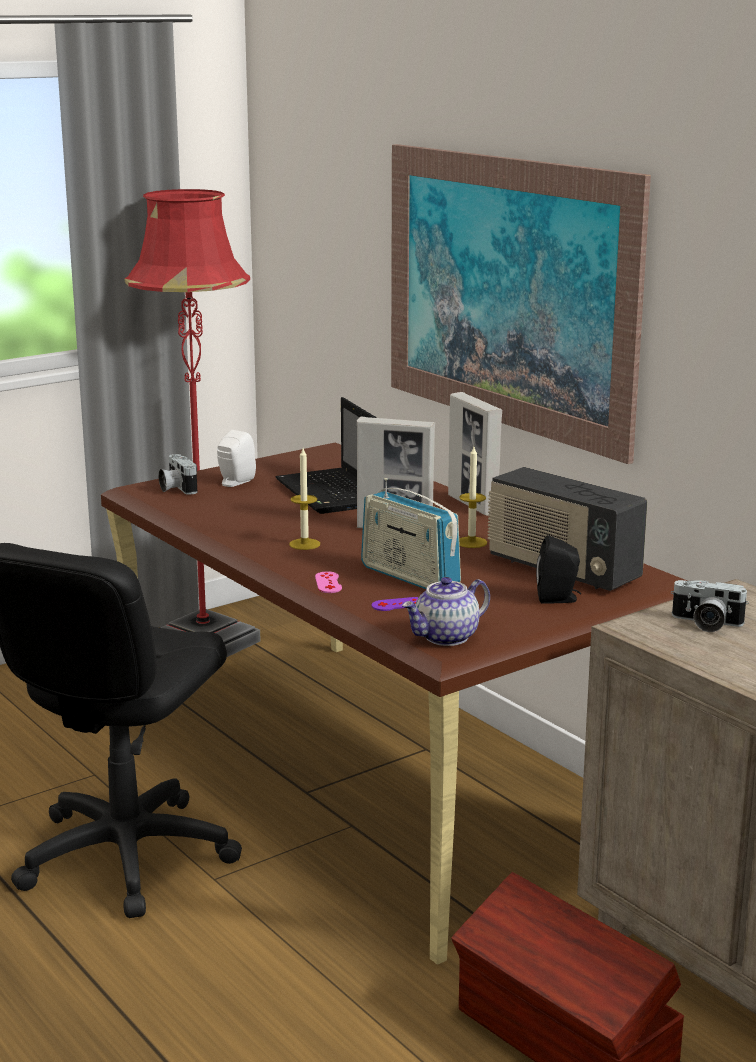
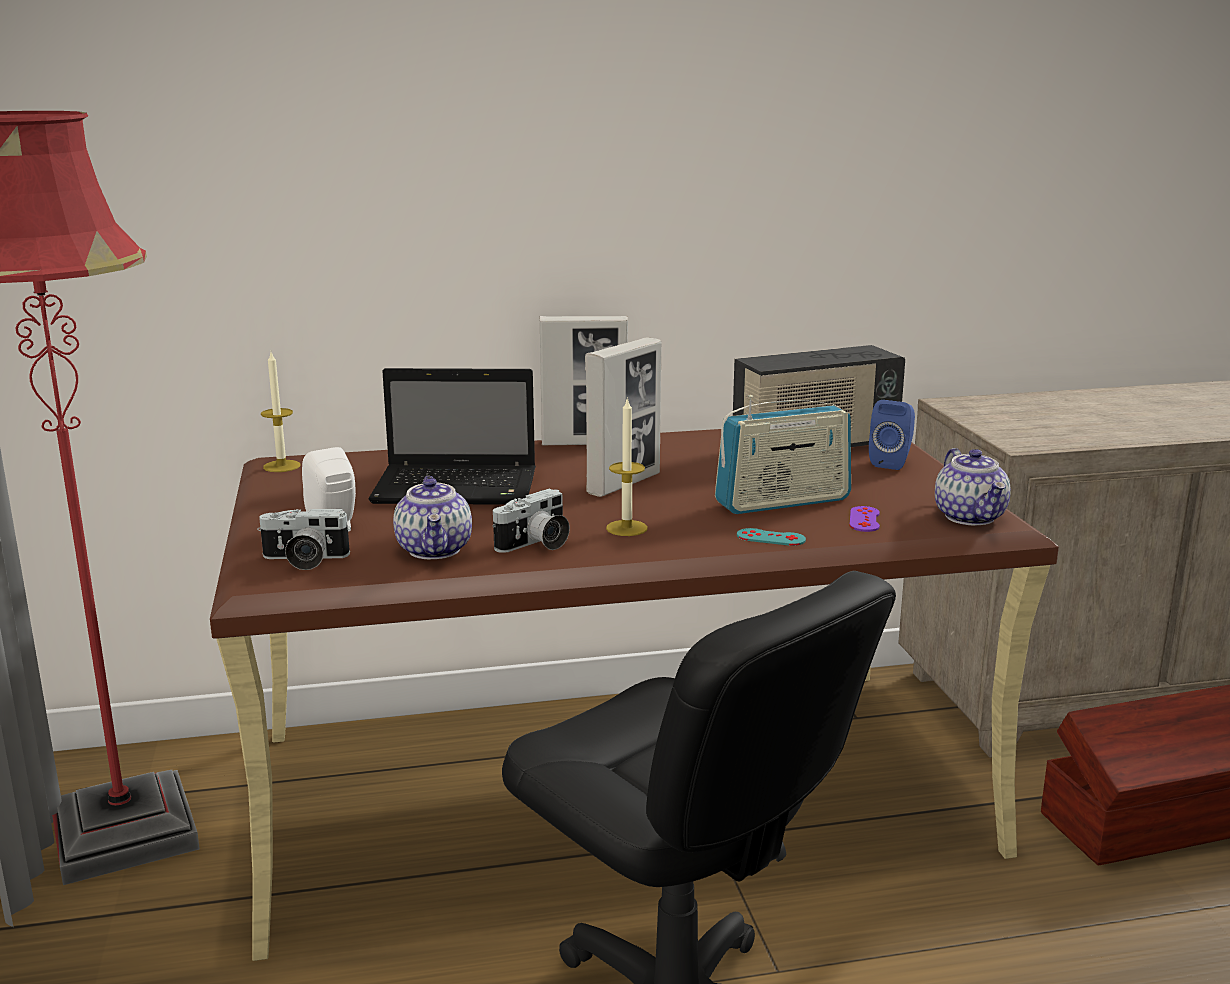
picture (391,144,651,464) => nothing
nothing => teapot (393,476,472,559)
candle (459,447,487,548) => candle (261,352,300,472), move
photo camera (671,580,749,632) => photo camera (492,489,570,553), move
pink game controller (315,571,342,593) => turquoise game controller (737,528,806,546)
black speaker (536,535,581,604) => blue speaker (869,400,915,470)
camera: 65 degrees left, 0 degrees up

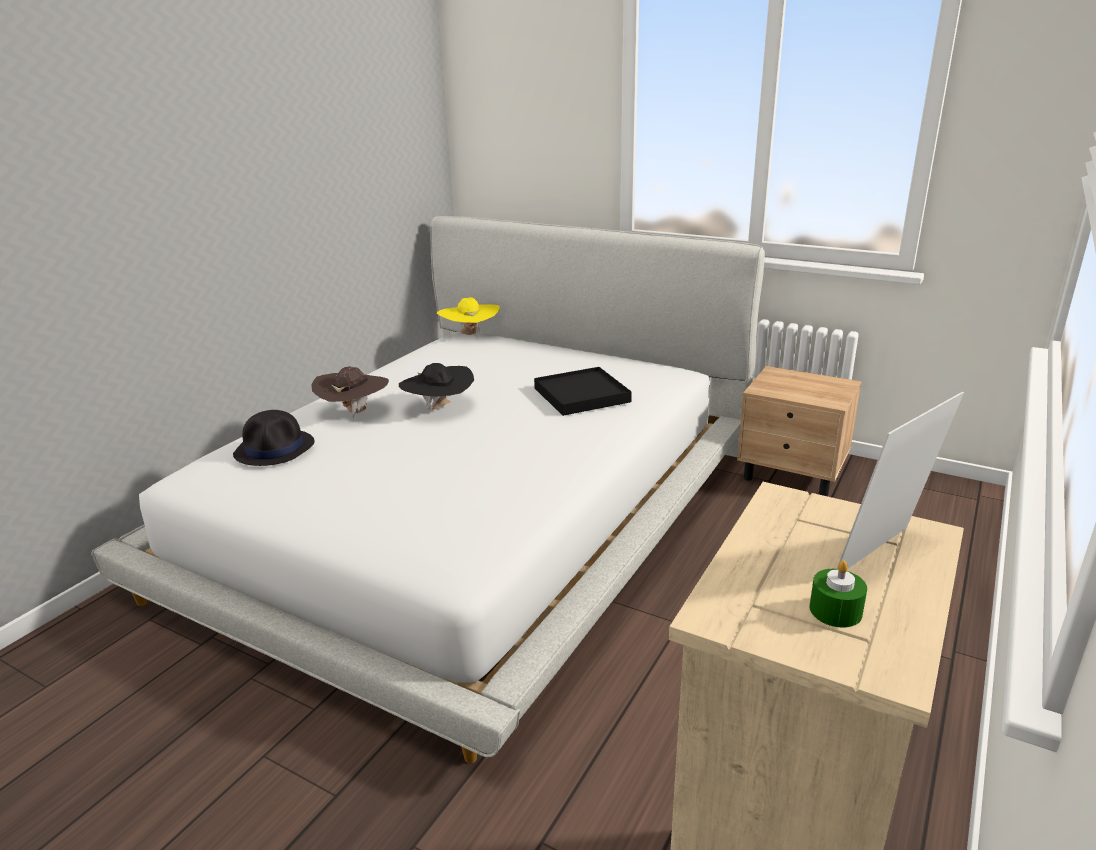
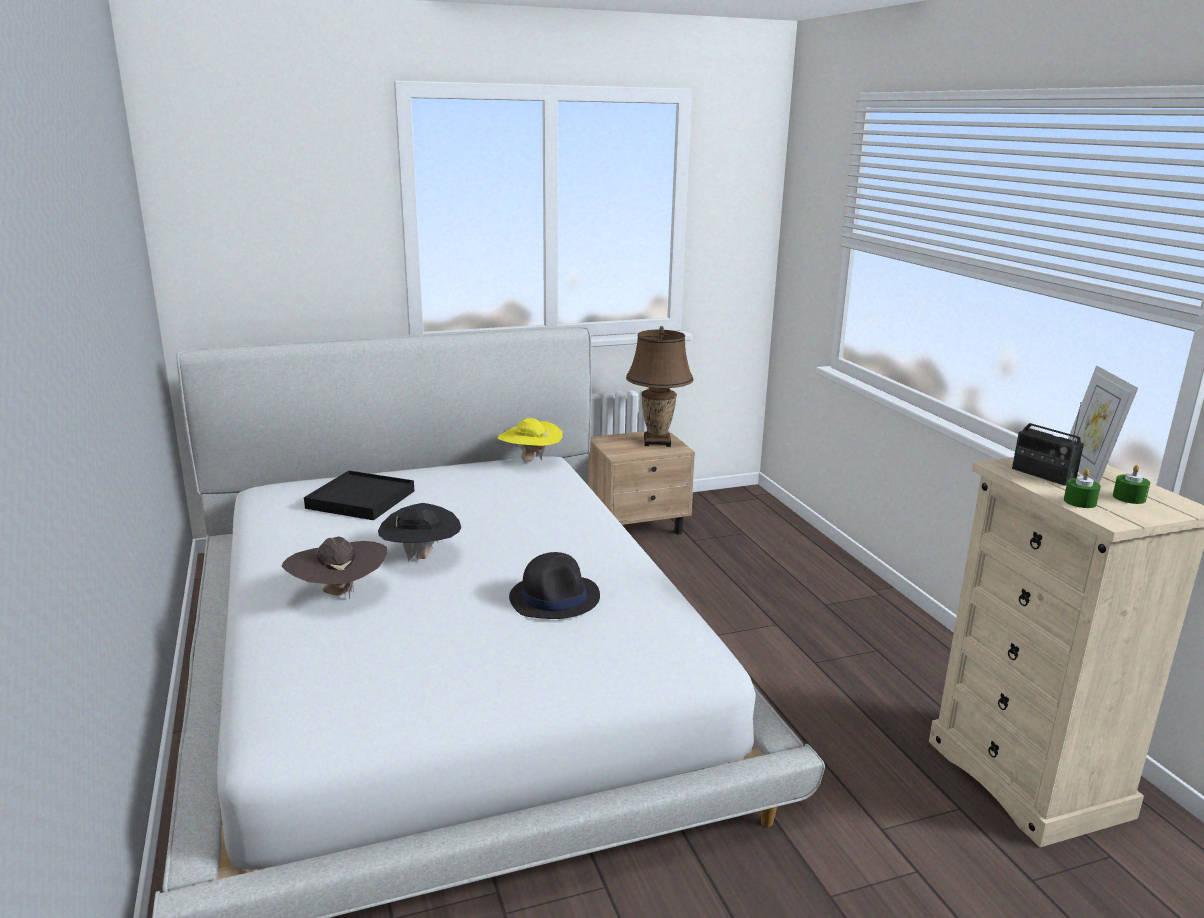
nothing => brown table lamp (626,326,694,447)
nothing => radio (1012,402,1084,486)
nothing => green candle (1064,469,1101,508)
black hat (233,410,315,466) => black hat (509,552,600,619), move
yellow hat (437,297,500,336) => yellow hat (498,418,563,461), move
black tray (534,367,632,416) => black tray (304,471,414,520), move
camera: 50 degrees left, 5 degrees down

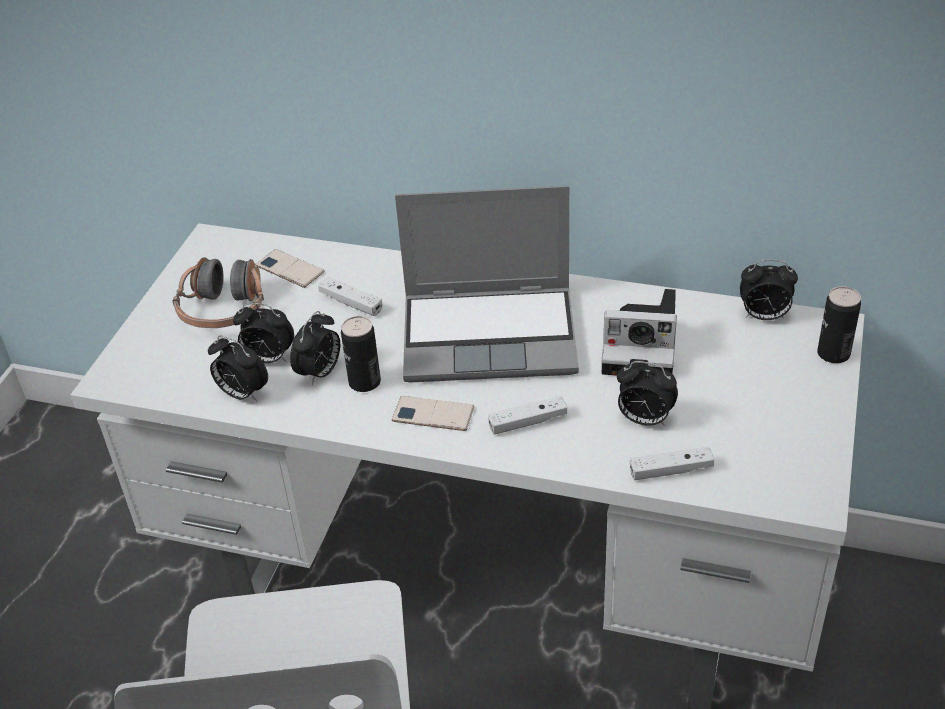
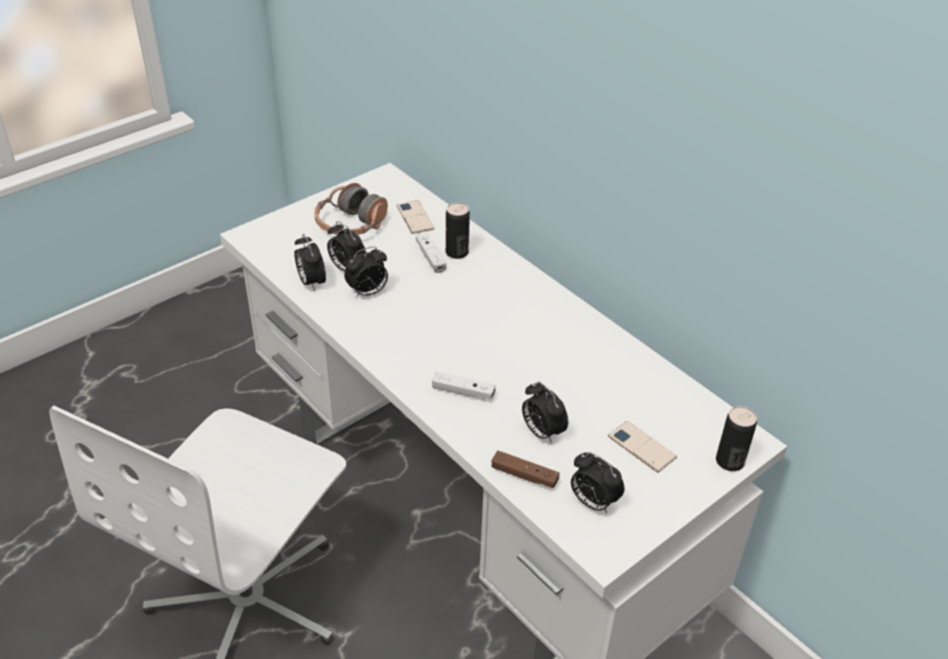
laptop (395,186,579,382) => nothing
photo camera (601,289,677,375) => nothing
can (341,316,381,392) => can (446,202,470,259), move
phone (392,396,474,431) => phone (608,421,677,473), move
alarm clock (740,260,798,320) => alarm clock (571,452,624,513), move
white game controller (630,447,714,480) => brown game controller (492,451,559,488)
camera: 30 degrees right, 0 degrees up

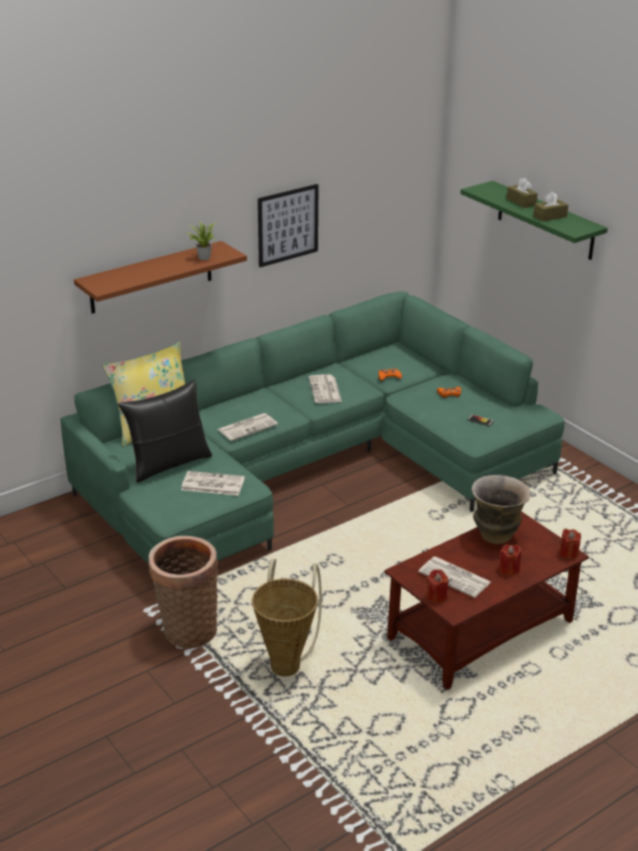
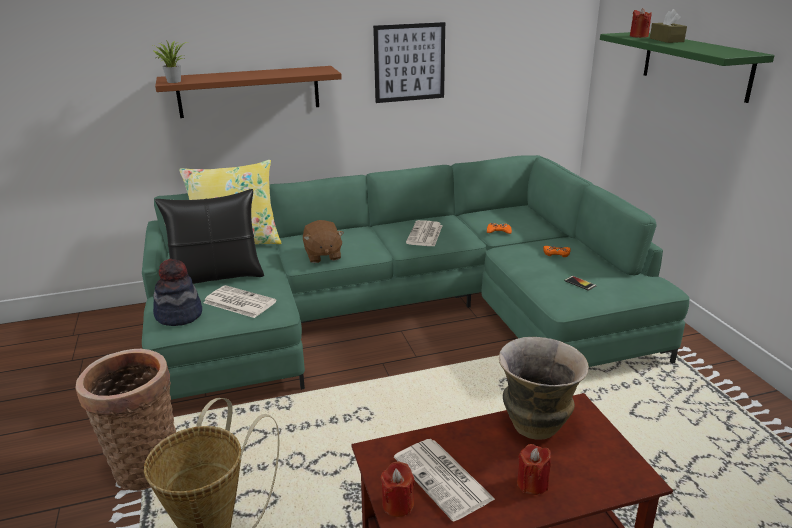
brown tissue box (533,192,568,222) => nothing
nothing => hat (153,259,202,326)
potted plant (186,220,216,260) => potted plant (152,40,187,83), move
red candle (559,529,581,559) => red candle (630,8,652,38), move
newspaper (217,413,278,441) => brown plush toy (303,220,344,263)
camera: 20 degrees right, 5 degrees down

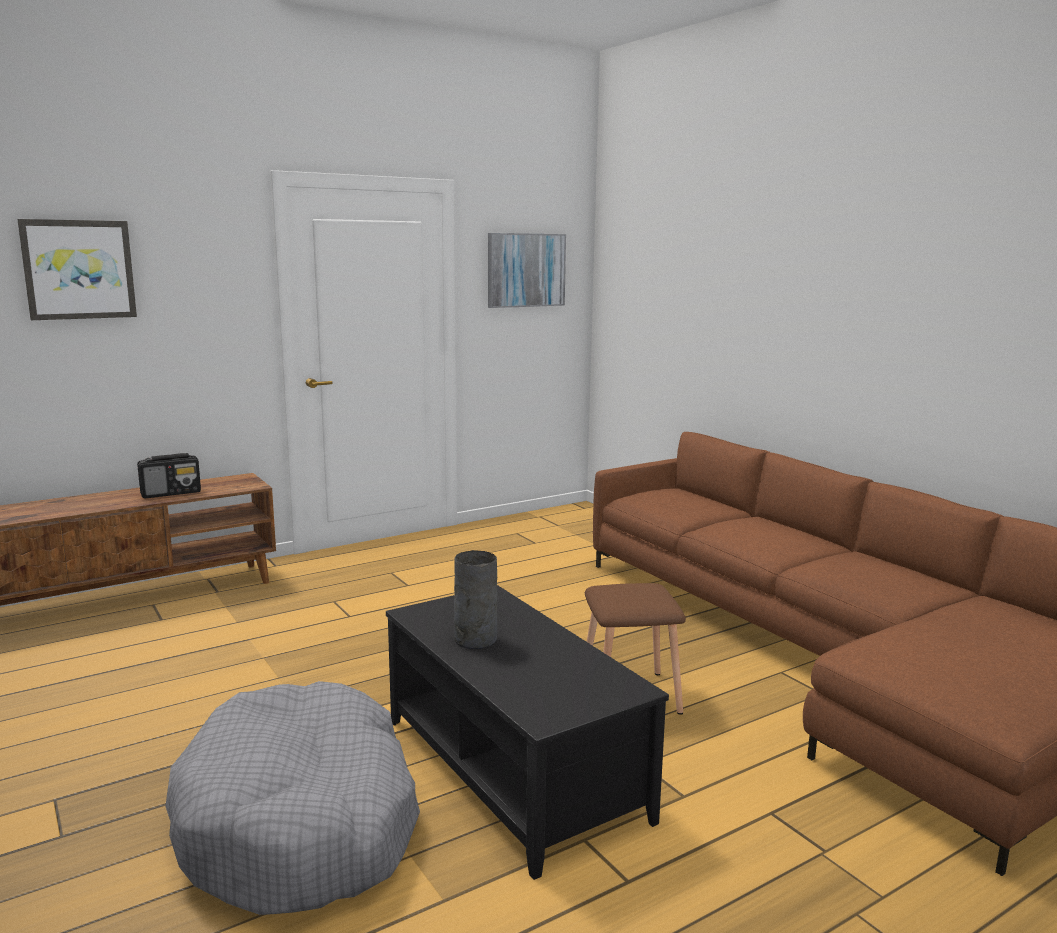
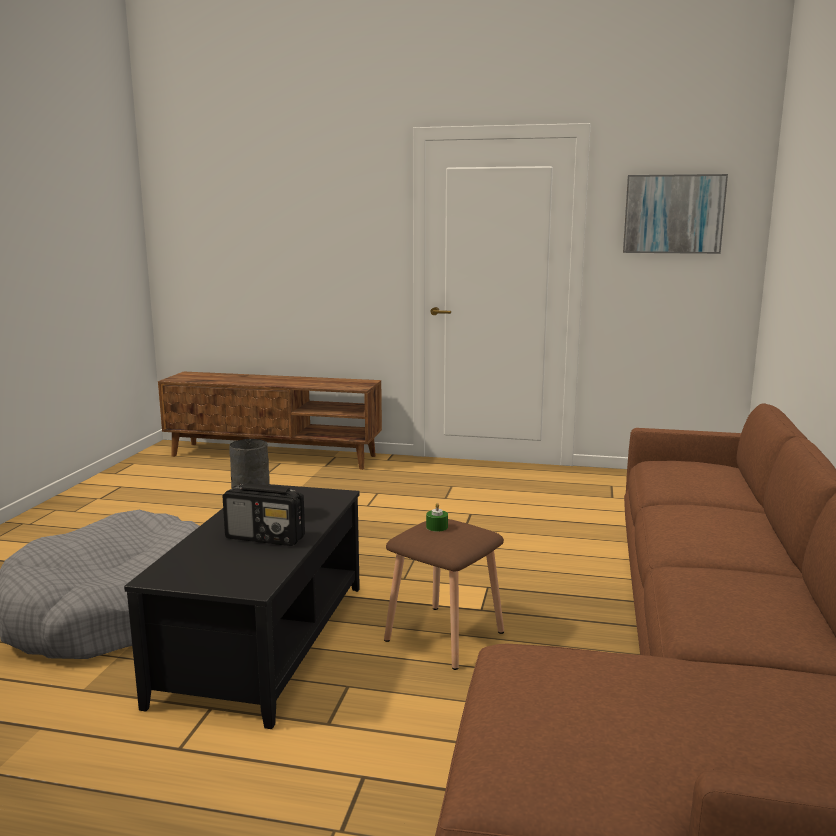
picture (17,219,137,320) => nothing
nothing => green candle (426,503,448,532)
radio (137,453,201,499) => radio (222,483,305,546), move
camera: 45 degrees right, 0 degrees up

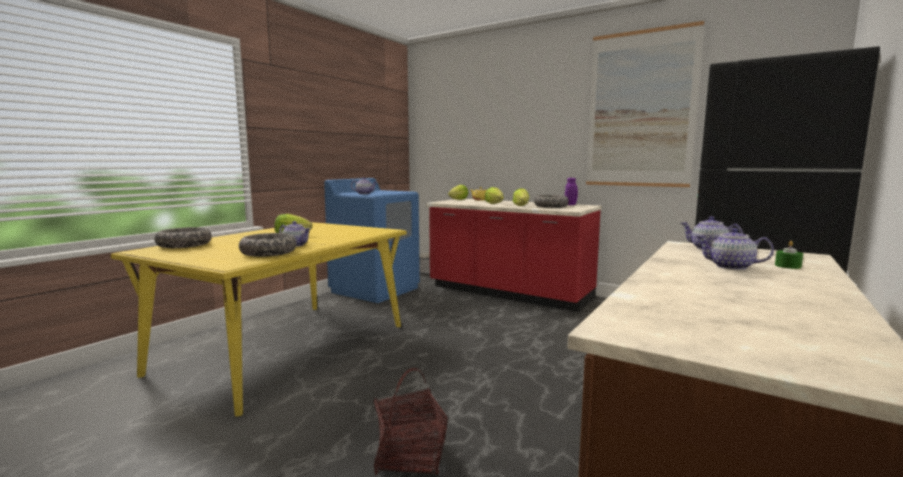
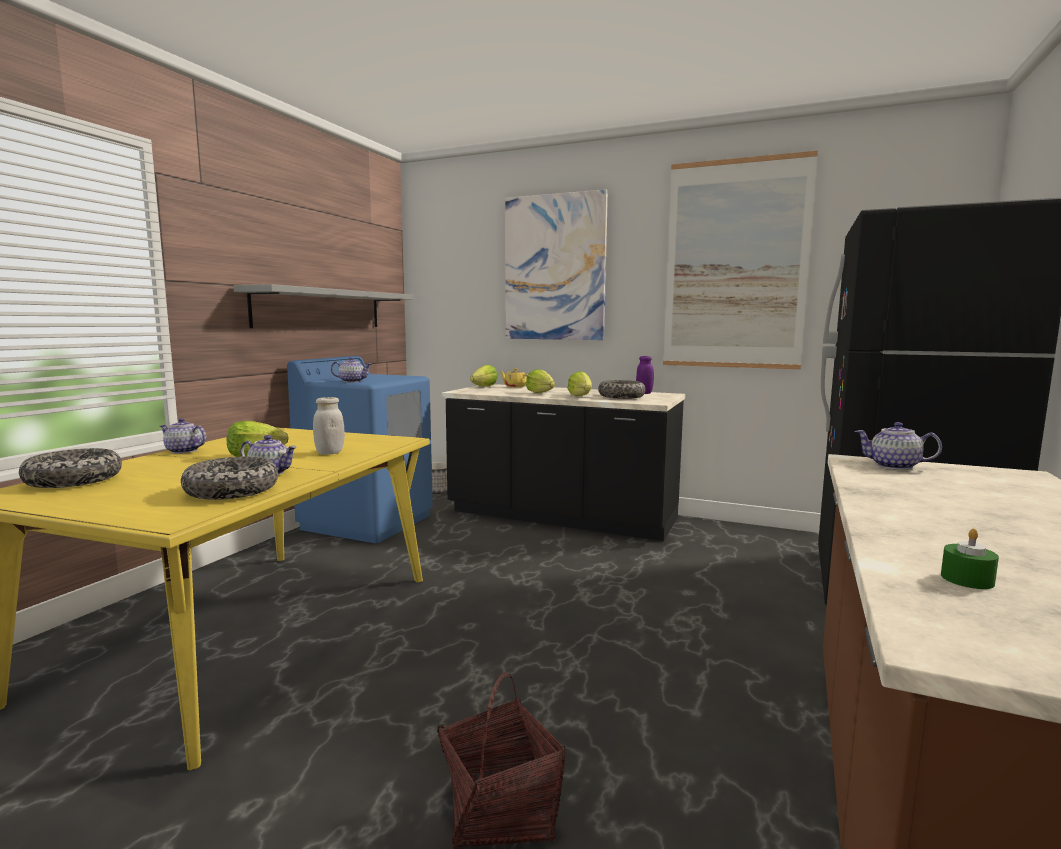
nothing => grey shelf (233,284,414,328)
nothing => white jar (313,397,345,455)
nothing => picture (505,189,608,340)
teapot (696,228,774,270) => teapot (160,418,206,454), move
green candle (775,241,803,269) => green candle (941,529,999,589), move
red counter (426,199,602,312) => black counter (442,384,685,541)
camera: 10 degrees left, 0 degrees up

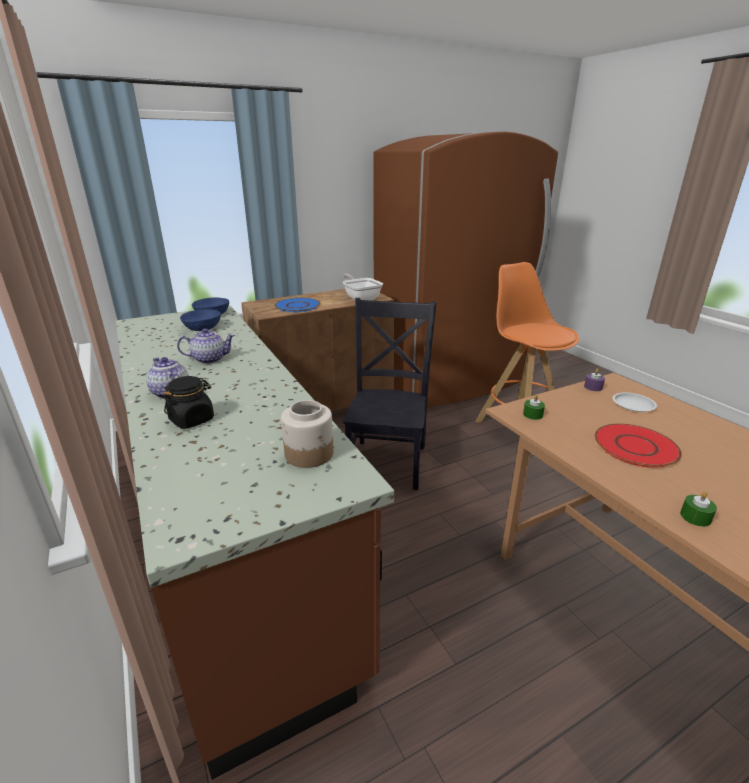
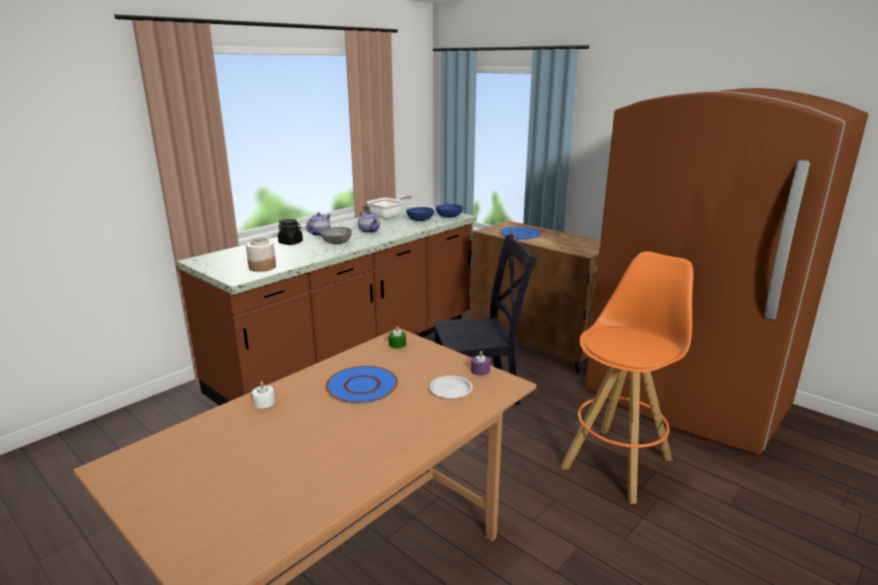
nothing => grey bowl (320,227,352,244)
frying pan (343,274,383,301) => frying pan (367,195,412,219), move
red plate (595,424,682,468) => blue plate (326,366,398,404)
green candle (680,492,717,527) => white candle (252,381,275,408)
camera: 70 degrees right, 5 degrees down

